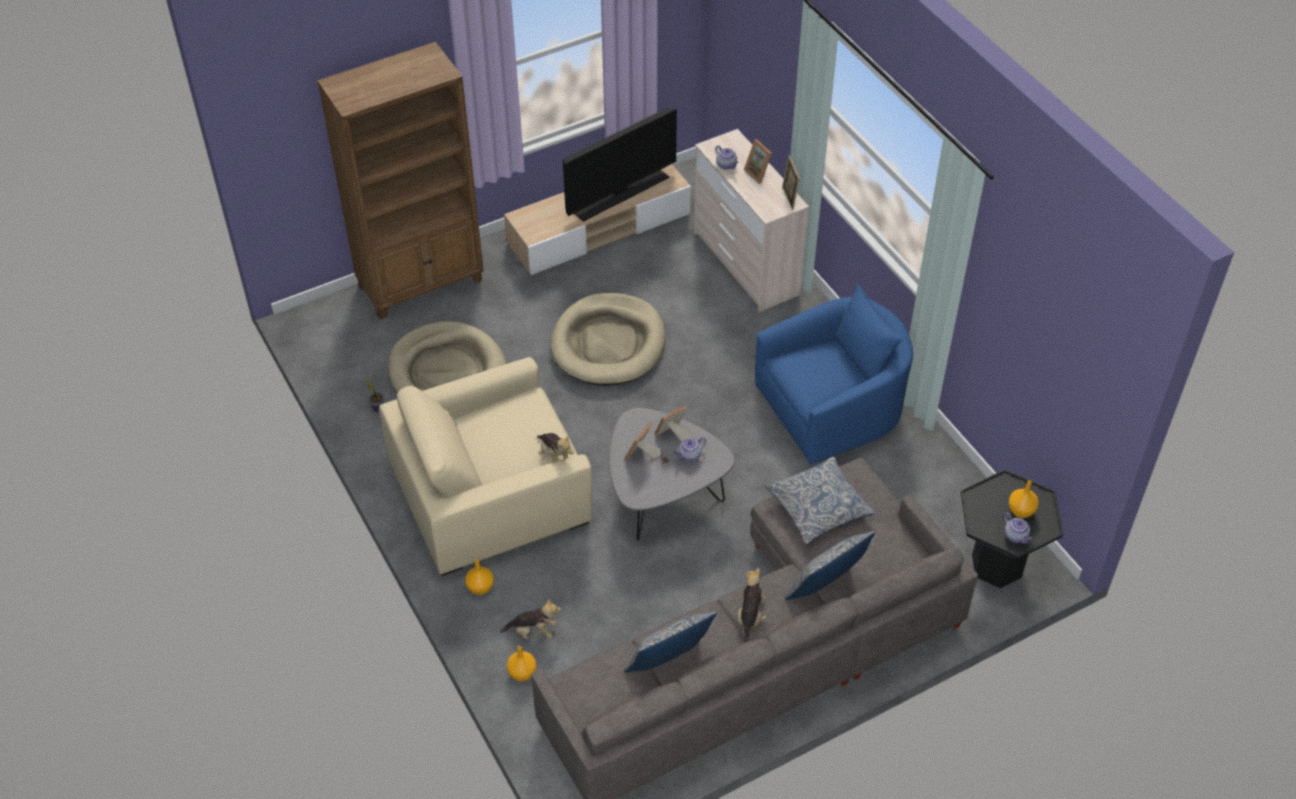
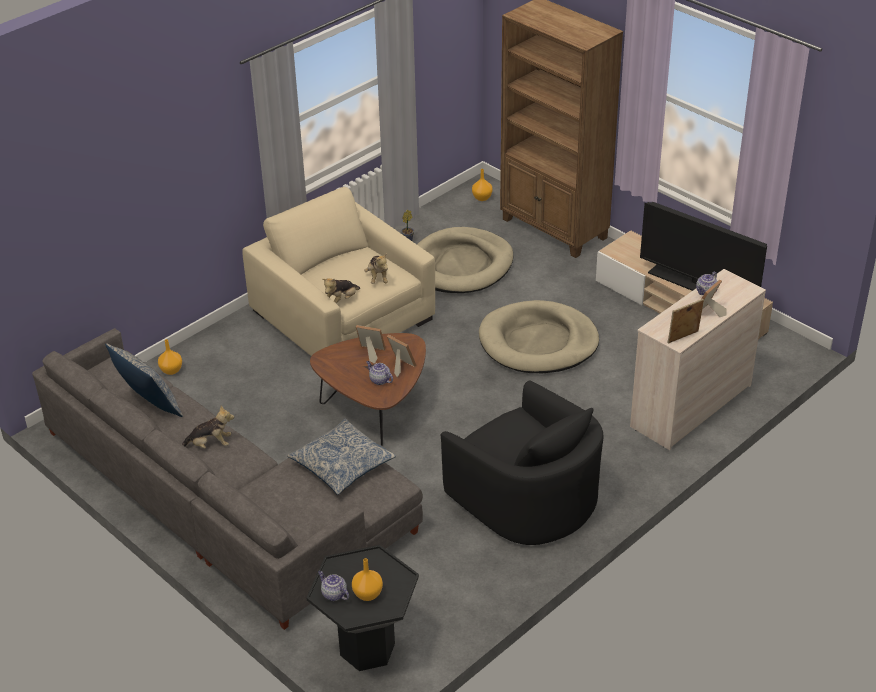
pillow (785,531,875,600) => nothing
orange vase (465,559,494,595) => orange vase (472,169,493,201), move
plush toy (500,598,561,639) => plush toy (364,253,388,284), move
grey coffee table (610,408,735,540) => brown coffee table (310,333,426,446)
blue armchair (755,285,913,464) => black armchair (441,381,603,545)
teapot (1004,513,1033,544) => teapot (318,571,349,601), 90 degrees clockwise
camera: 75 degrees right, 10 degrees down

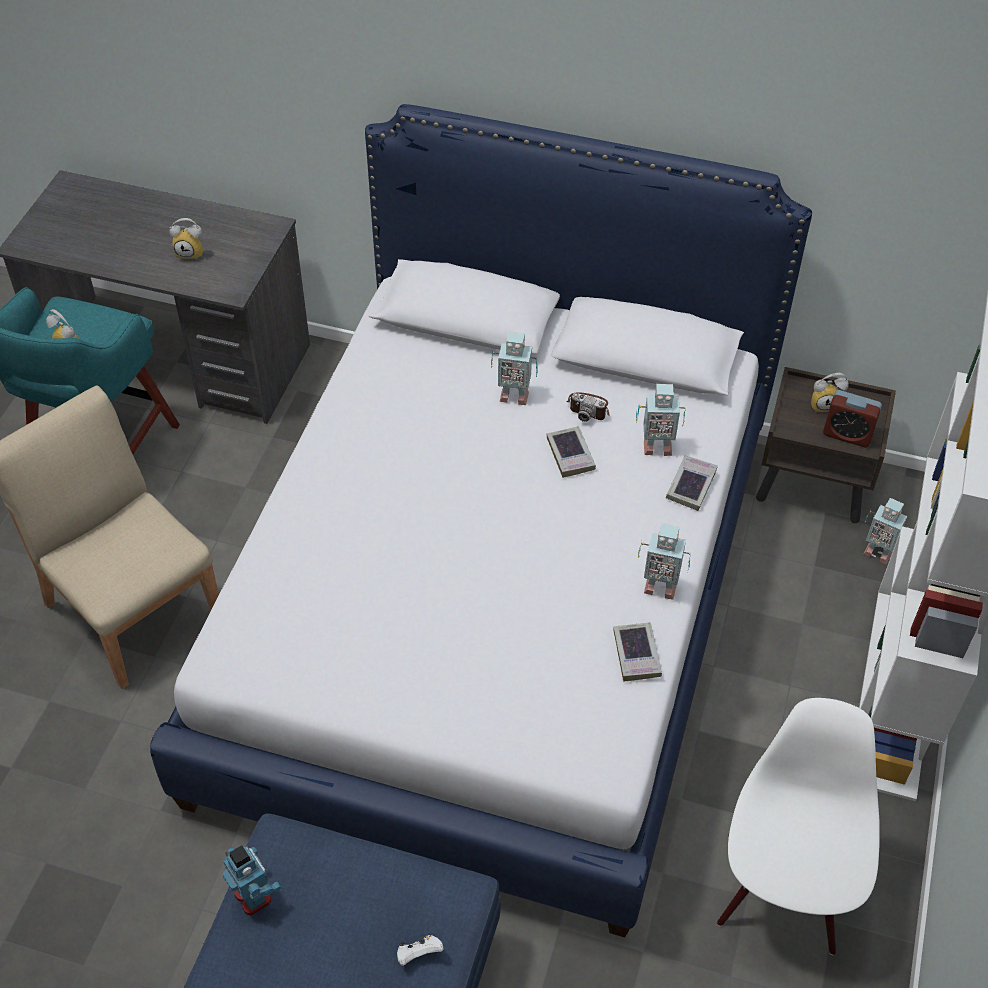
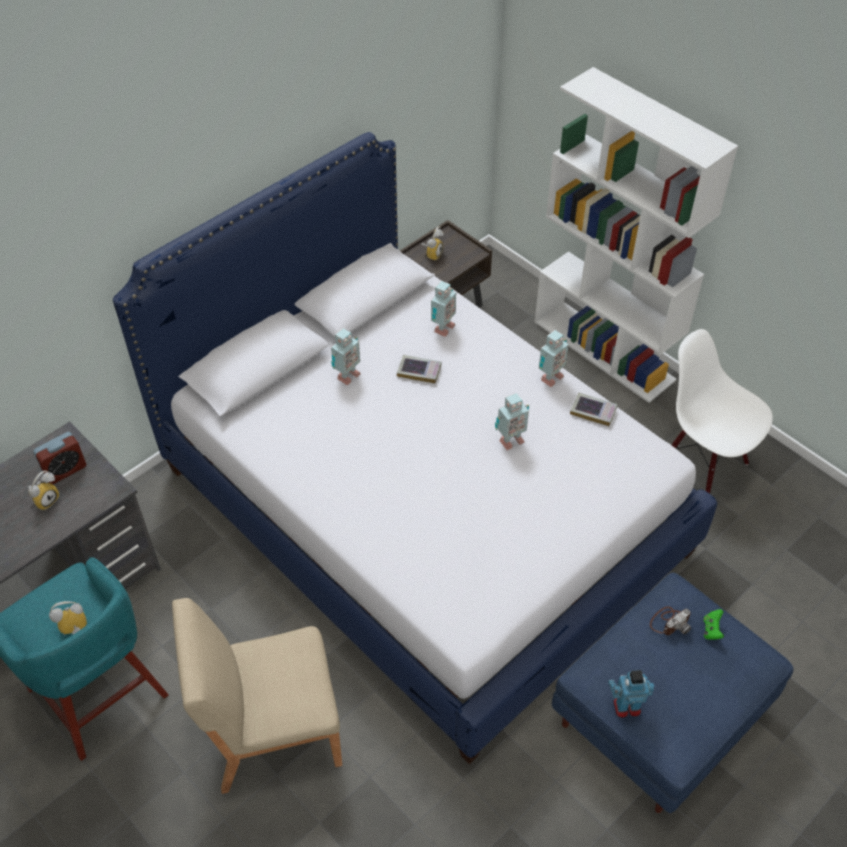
book (666,456,718,511) => nothing
photo camera (567,392,610,422) => photo camera (650,607,691,635), move
alarm clock (823,390,882,447) => alarm clock (33,432,86,484), move
toy robot (863,498,909,564) => toy robot (495,393,529,450), move
white game controller (397,935,444,966) => green game controller (704,609,724,640)
camera: 60 degrees left, 0 degrees up

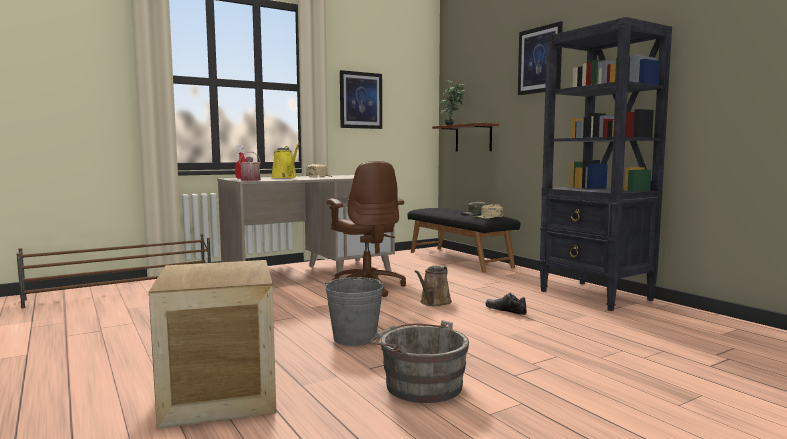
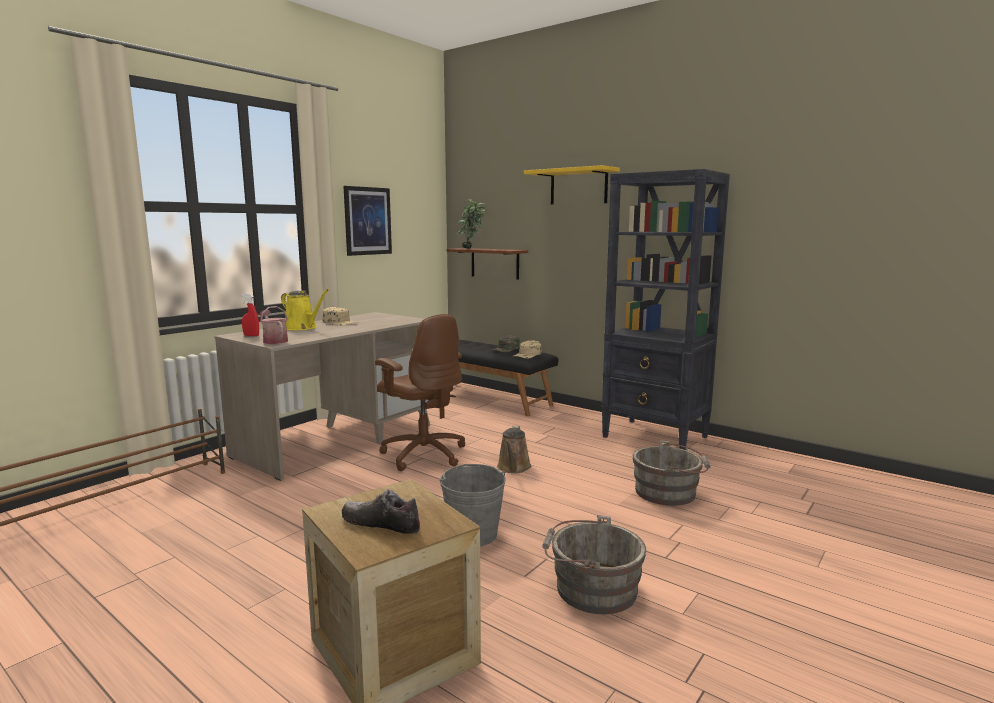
nothing => grey bucket (632,441,711,506)
shoe (486,293,527,315) => shoe (342,489,420,534), move
picture (518,21,563,95) => yellow shelf (524,165,620,204)
camera: 20 degrees left, 5 degrees up

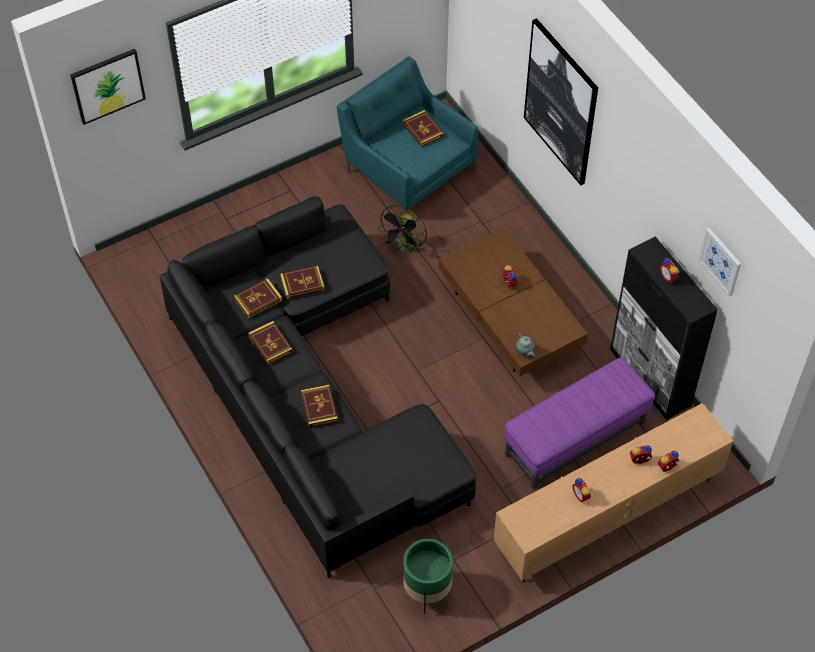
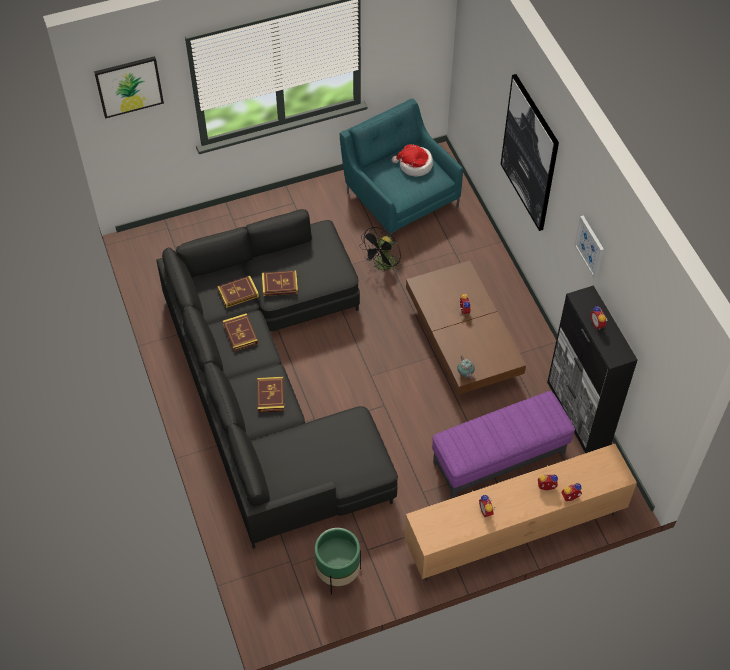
picture (699,228,741,297) => picture (574,216,604,278), move
book (402,110,443,148) => hat (392,144,433,177)
camera: 10 degrees right, 0 degrees up

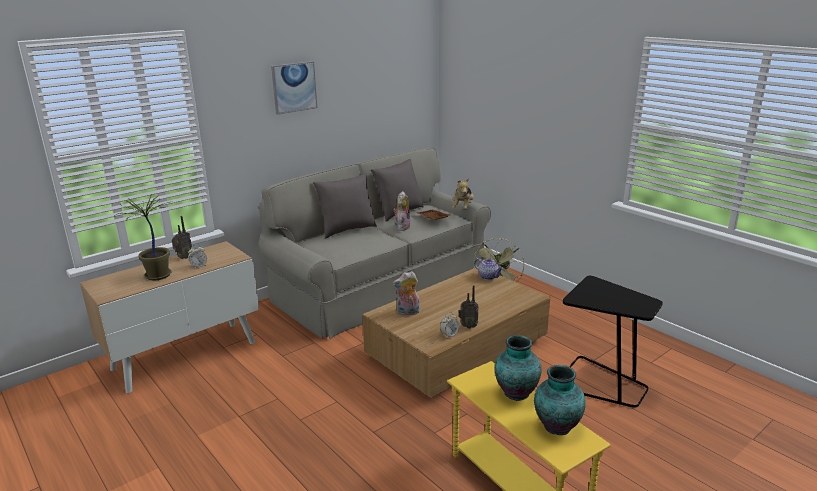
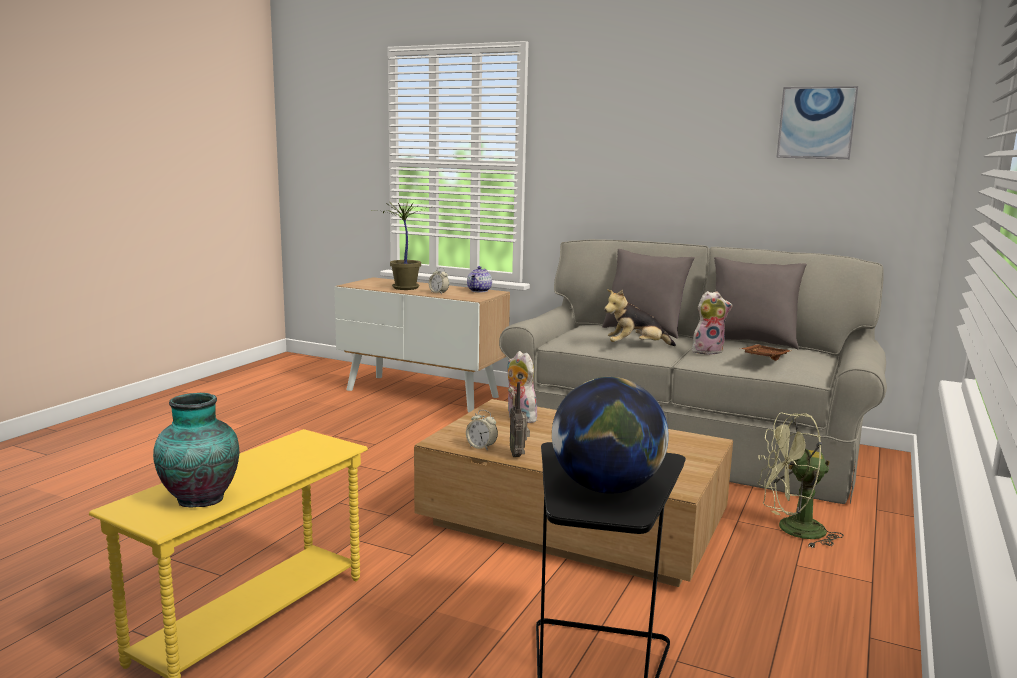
radio (172,216,192,259) => nothing
vase (495,335,542,401) => nothing
nothing => globe (552,377,669,494)
picture (271,61,317,115) => picture (776,86,859,159), move
plush toy (452,178,474,210) => plush toy (604,289,676,346), move
teapot (474,258,503,280) => teapot (467,266,492,292), move
camera: 65 degrees right, 10 degrees down

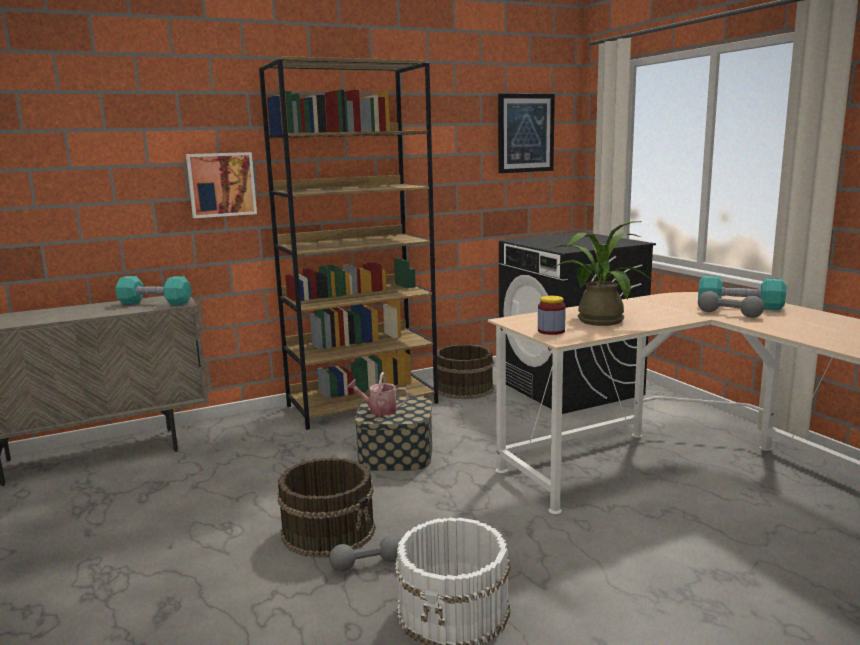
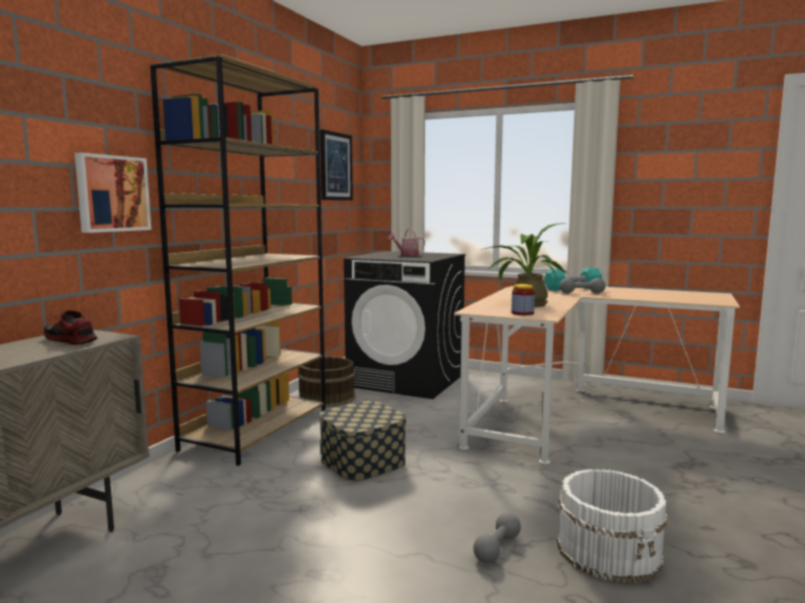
brown bucket (277,458,376,558) => nothing
watering can (347,372,409,416) => watering can (388,228,425,256), move
turquoise dumbbell (115,276,192,305) => shoe (44,310,98,345)
camera: 40 degrees left, 5 degrees down

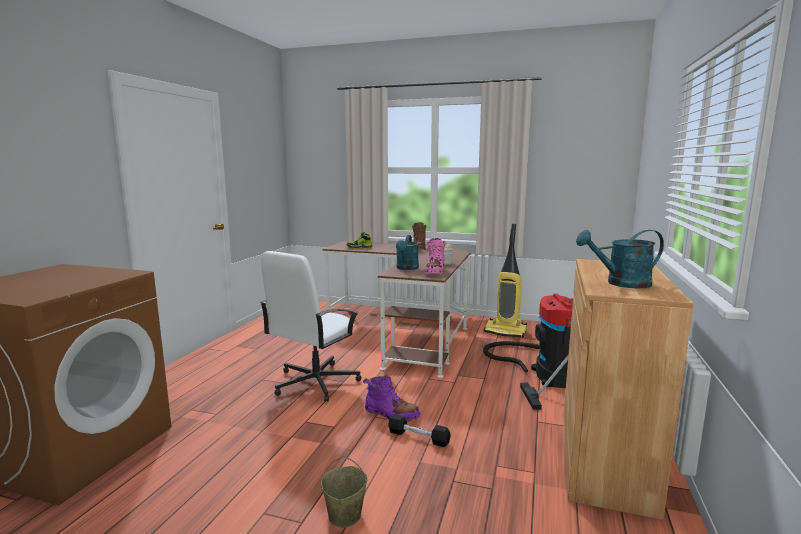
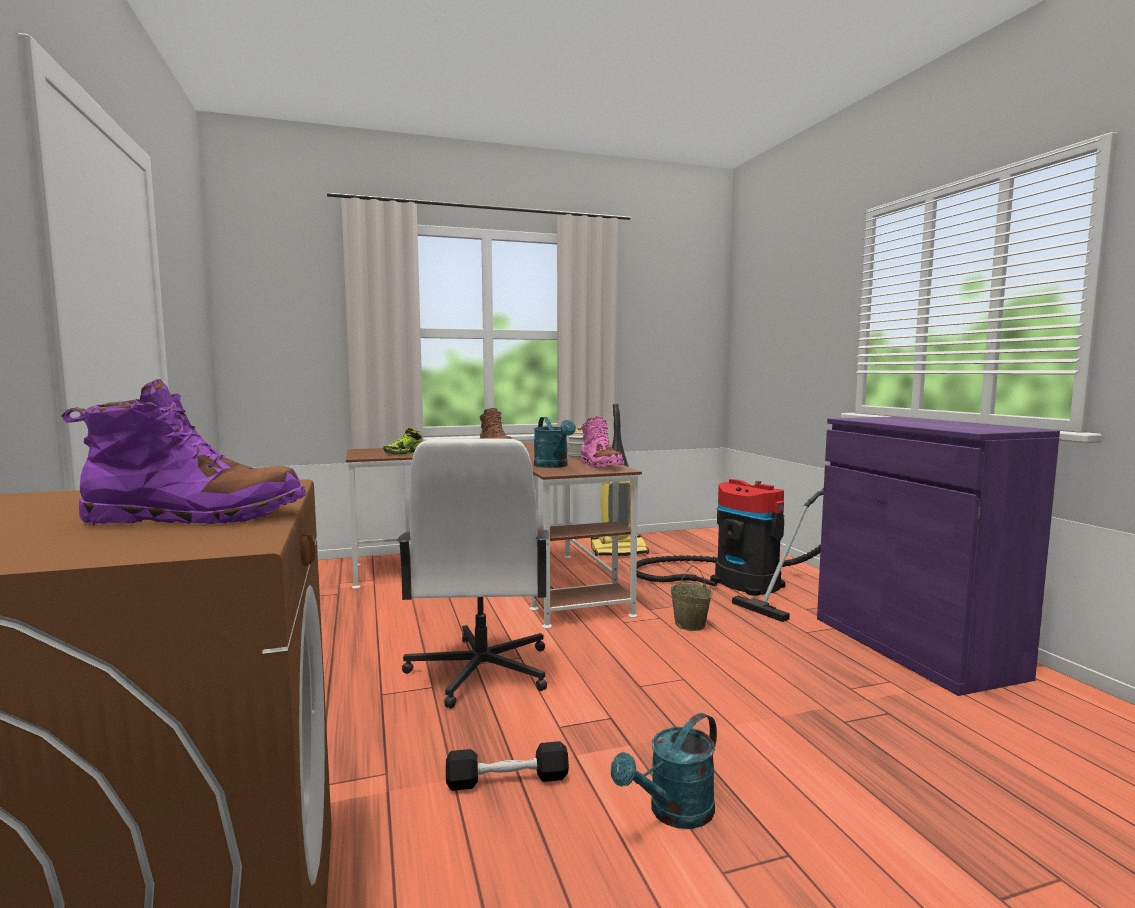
beige bucket (321,456,368,528) => beige bucket (670,565,713,631), move
purple boot (363,374,421,422) => purple boot (61,379,306,526), move
black dumbbell (388,414,451,447) => black dumbbell (446,741,569,791), move
turquoise watering can (576,230,664,288) => turquoise watering can (611,713,717,829), move
brown cabinet (564,259,694,520) => purple cabinet (817,417,1060,696)
camera: 35 degrees left, 5 degrees down

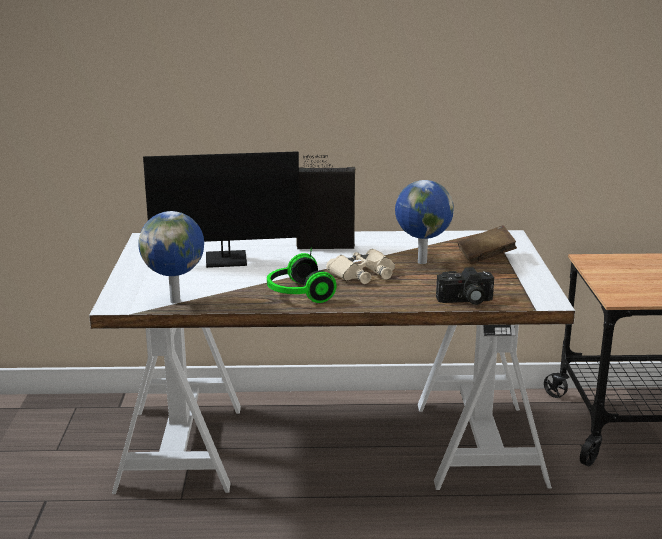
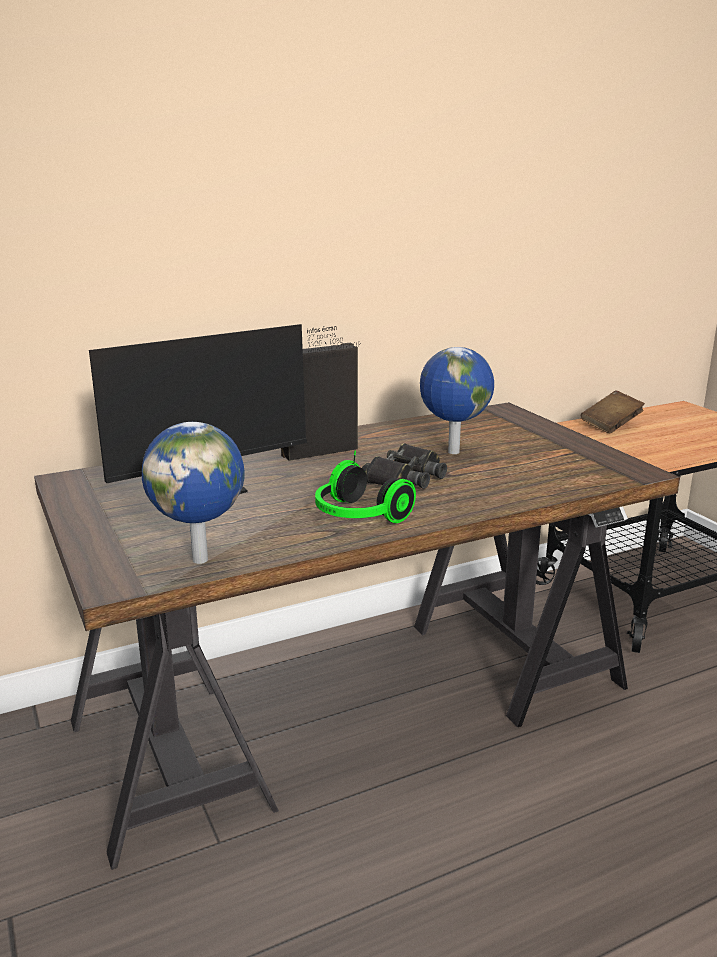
photo camera (436,267,494,305) => nothing
brown book (458,225,517,264) => brown book (581,391,645,434), move
white desk (89,230,575,494) => brown desk (34,402,680,870)
beige binoculars (326,249,395,284) => black binoculars (362,443,447,489)
camera: 25 degrees left, 0 degrees up

